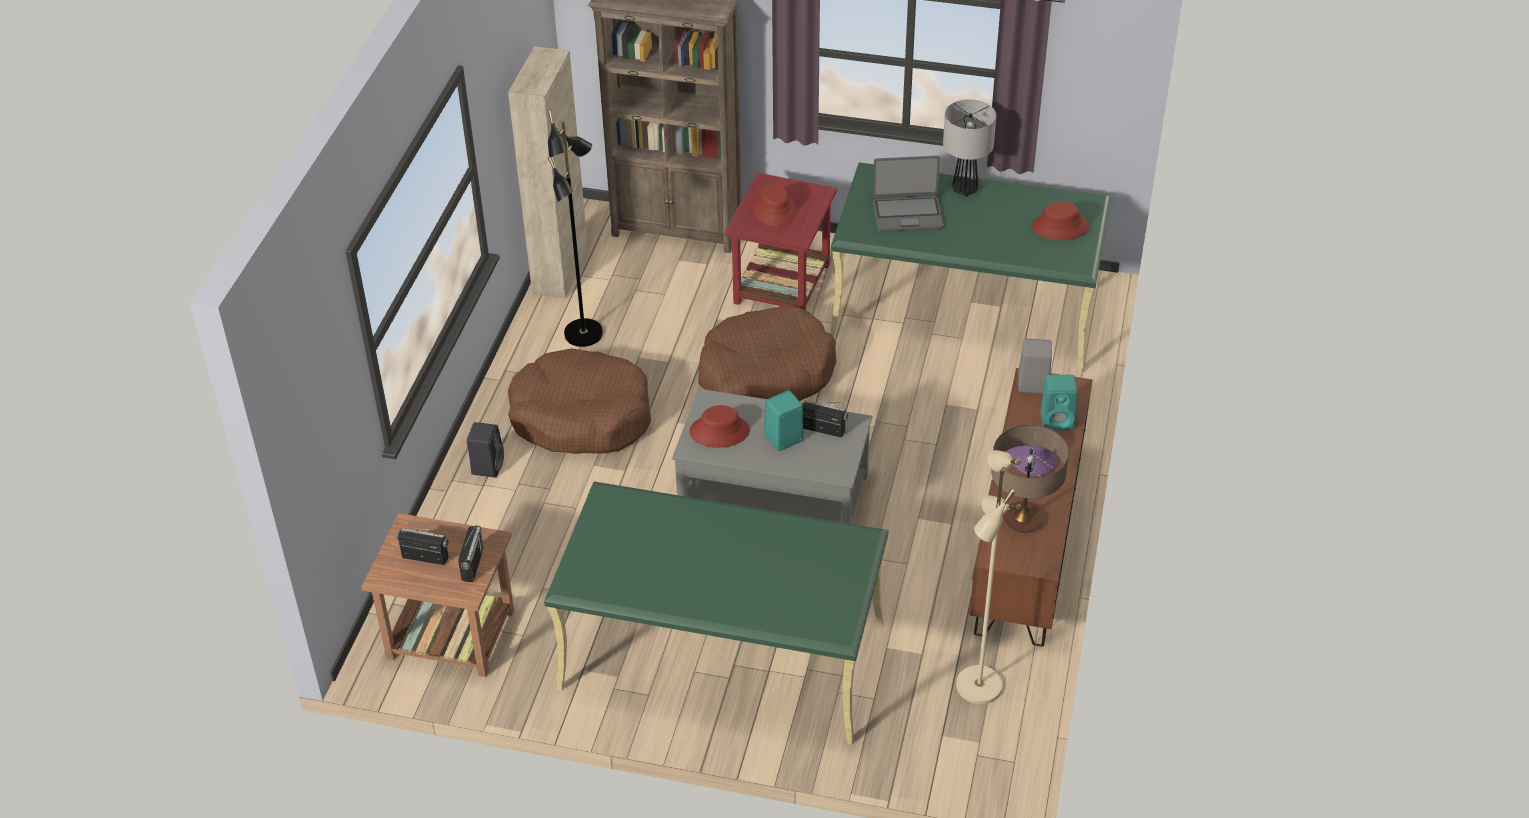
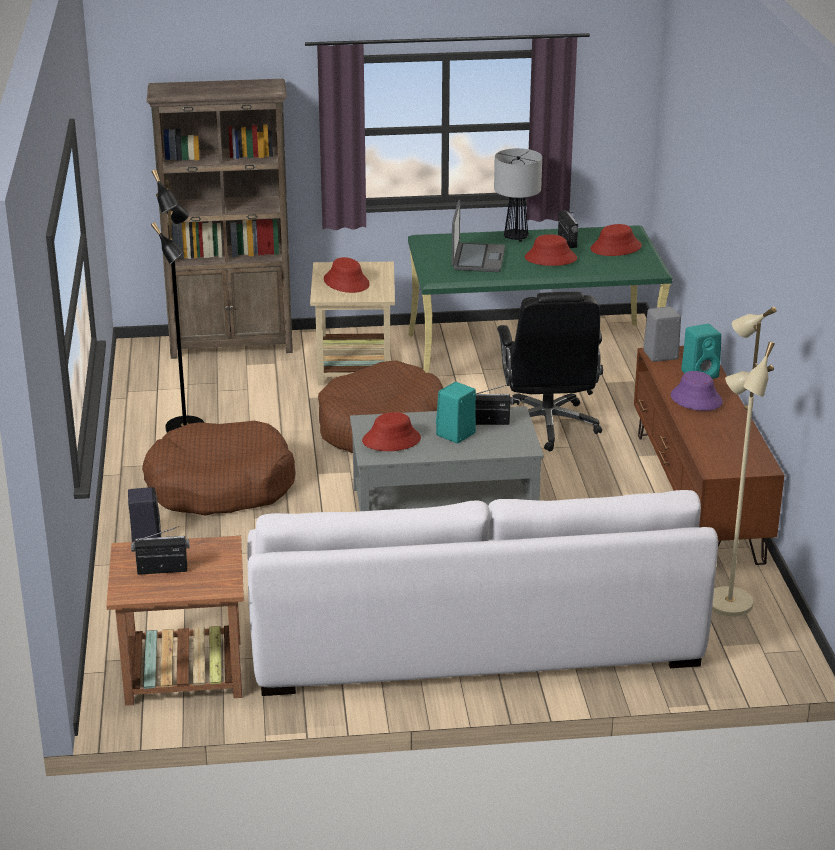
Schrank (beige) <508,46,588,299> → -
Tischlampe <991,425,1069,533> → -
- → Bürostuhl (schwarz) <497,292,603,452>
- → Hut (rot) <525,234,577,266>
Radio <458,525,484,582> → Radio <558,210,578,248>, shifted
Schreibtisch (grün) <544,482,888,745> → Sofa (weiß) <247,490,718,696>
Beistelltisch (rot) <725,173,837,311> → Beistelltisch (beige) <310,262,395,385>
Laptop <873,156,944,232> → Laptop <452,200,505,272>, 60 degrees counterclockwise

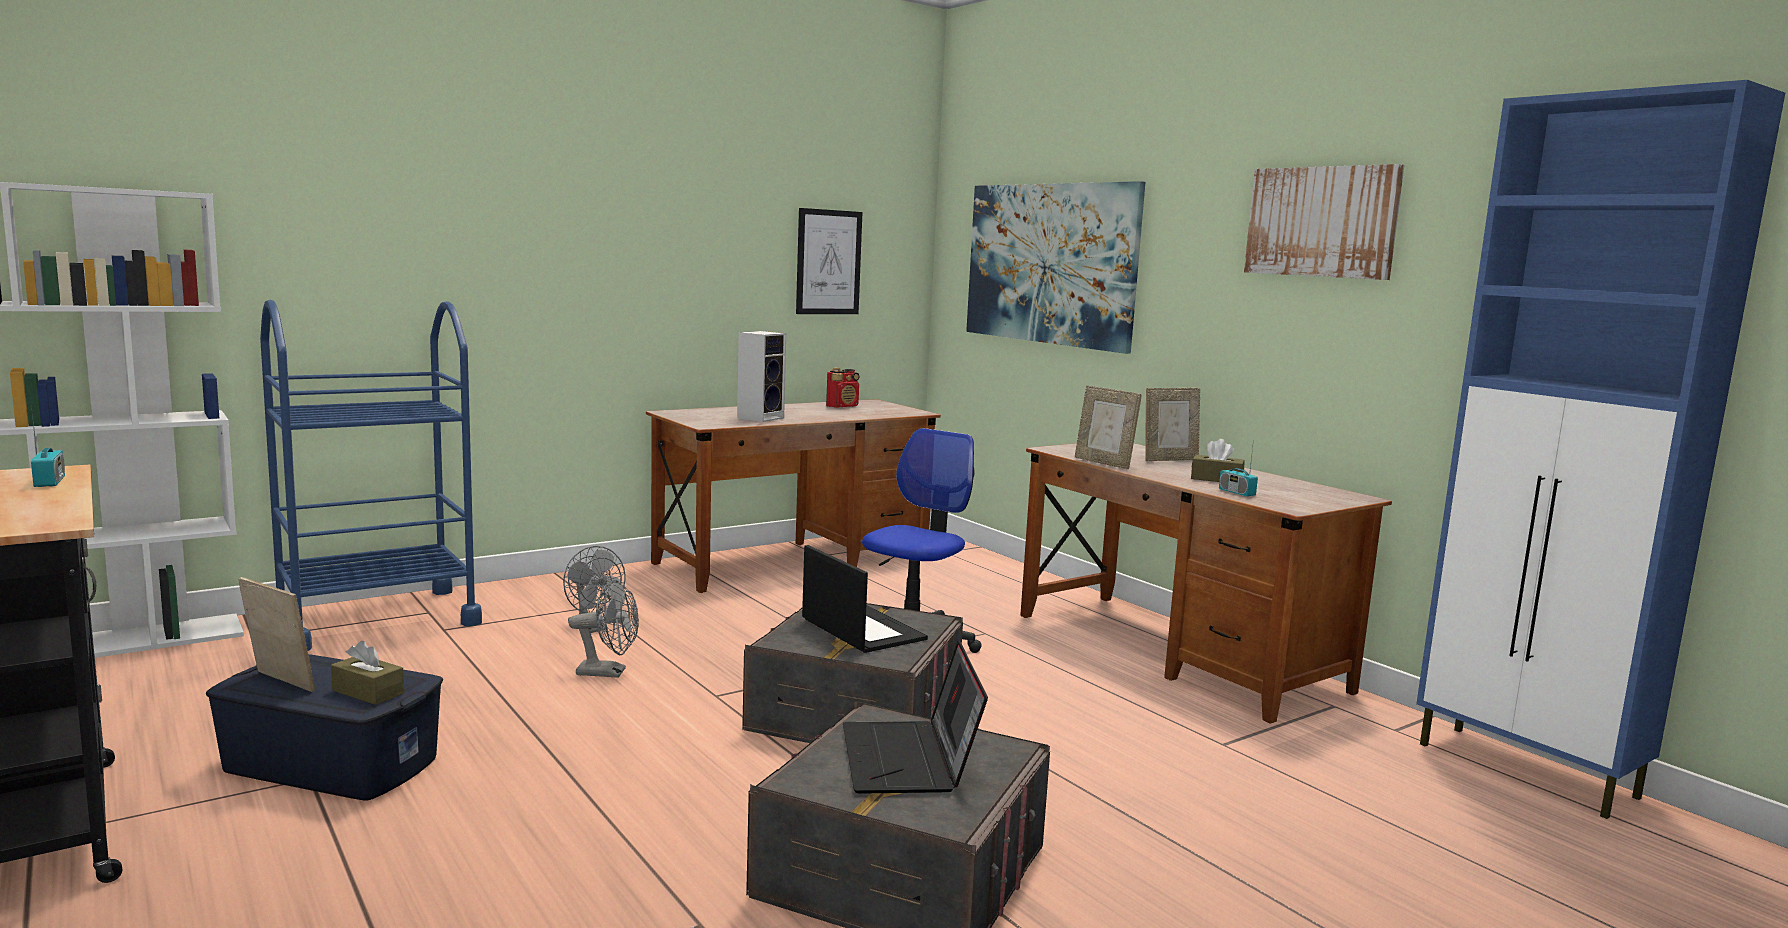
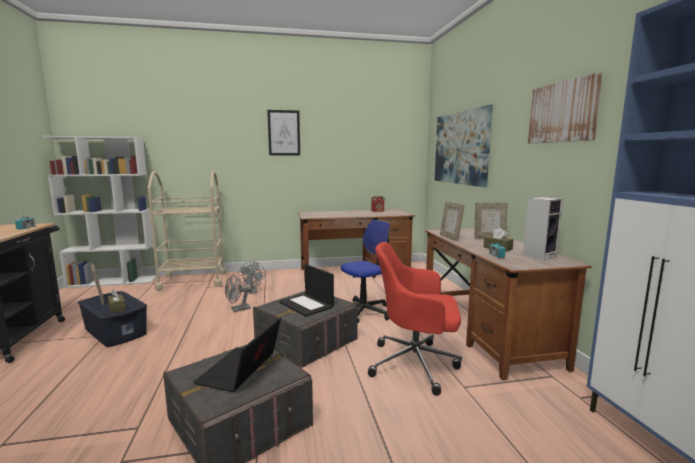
- → Bürostuhl (rot) <368,242,462,396>
Lautsprecher <737,331,786,422> → Lautsprecher <523,197,563,260>, shifted
Bild <796,208,862,314> → Bild <267,110,300,155>, shifted
Rollwagen (blau) <260,300,482,651> → Rollwagen (beige) <148,171,226,290>
Ventilator (grau) <569,580,639,678> → Ventilator (grau) <225,275,252,312>, 120 degrees clockwise
Laptop <802,545,928,653> → Laptop <279,264,334,317>, 150 degrees clockwise

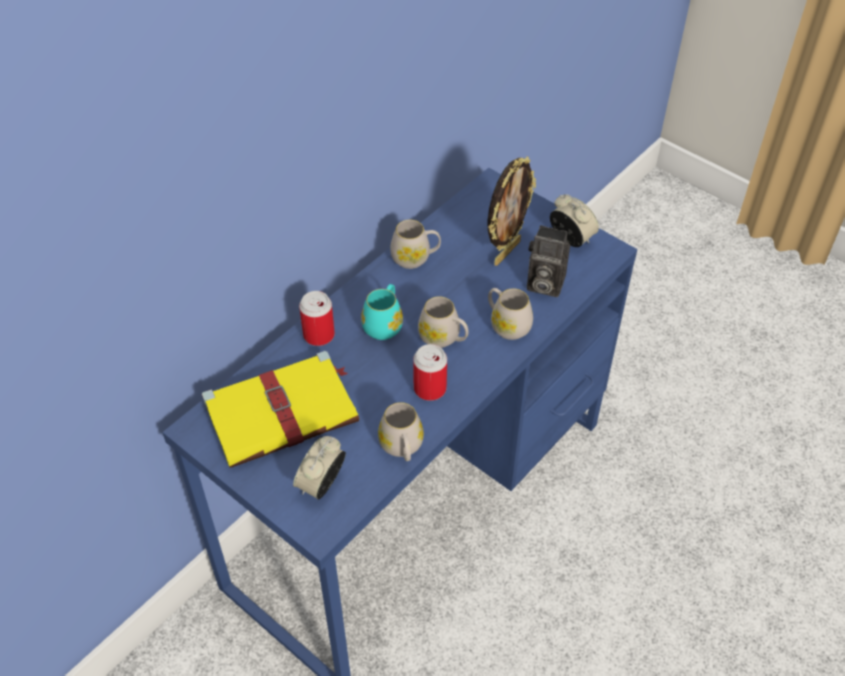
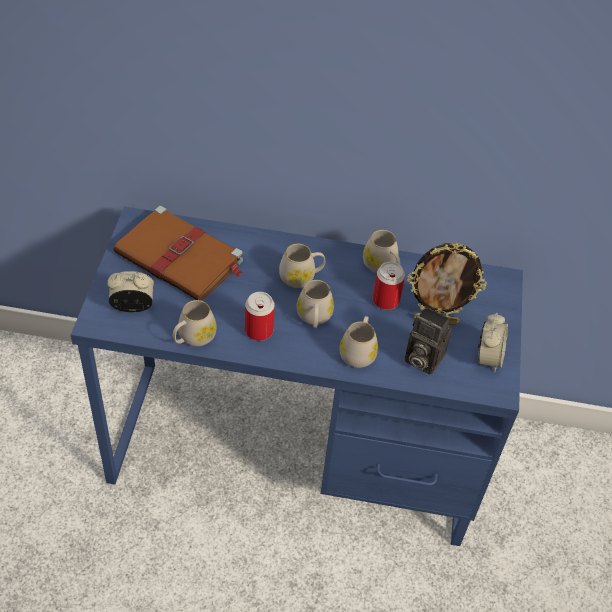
Dose <299,291,335,346> → Dose <373,262,405,310>, shifted
Buch (gelb) <202,351,359,468> → Buch (braun) <113,206,244,300>
Henkelbecher (türkis) <361,284,403,340> → Henkelbecher (weiß) <279,244,326,288>
Kamera <527,225,570,297> → Kamera <404,306,452,375>, 45 degrees counterclockwise

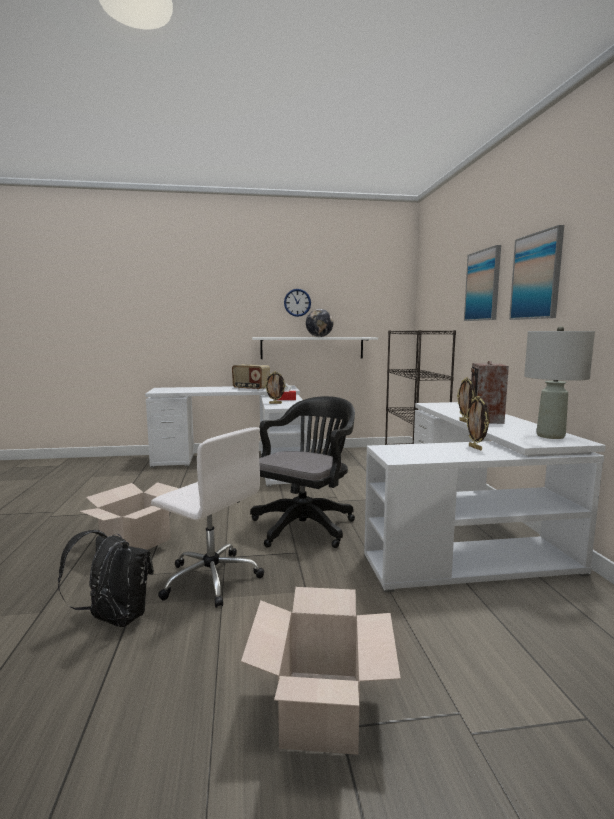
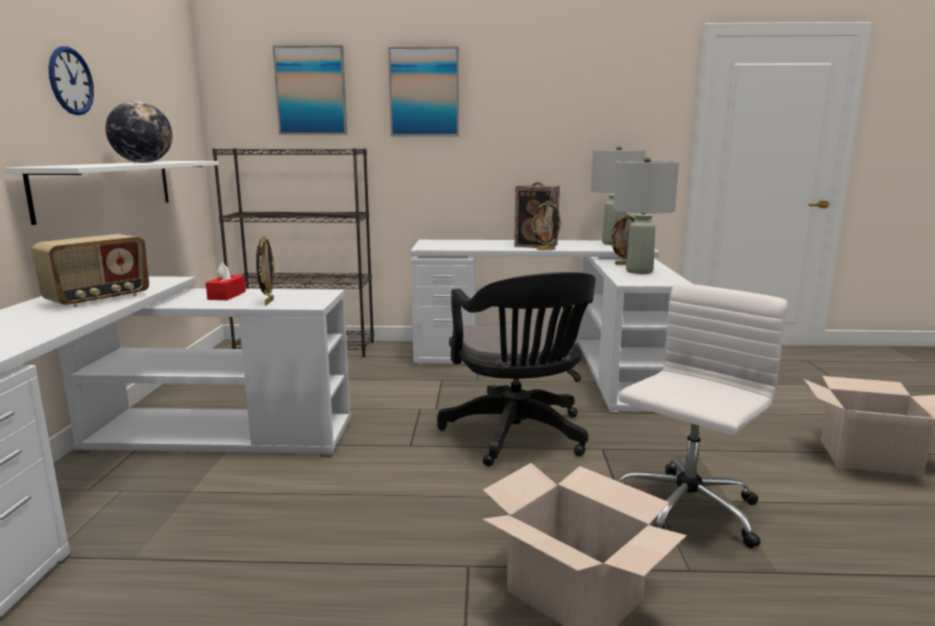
Rucksack (schwarz) <58,530,154,627> → -
- → Tischlampe (grau) <613,157,679,274>
Bild <509,225,564,320> → Bild <273,45,347,135>, shifted
Bürostuhl (schwarz) <250,396,355,548> → Bürostuhl (schwarz) <437,272,596,467>, 150 degrees counterclockwise

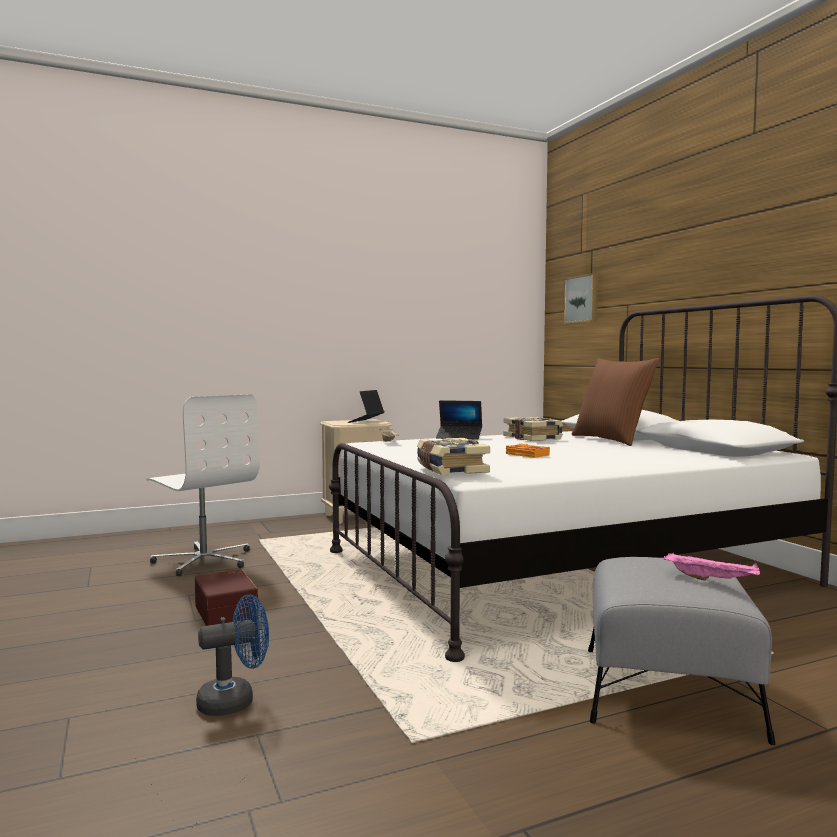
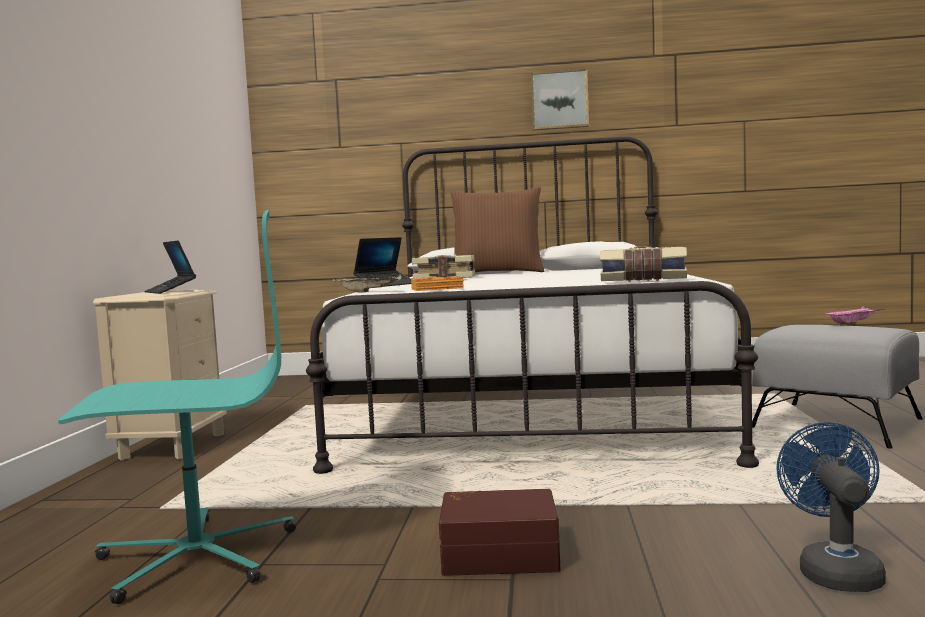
Buch (orange) <506,444,550,458> → Buch (orange) <411,276,464,291>, shifted
Bild <563,273,598,324> → Bild <531,68,589,130>, shifted
Bürostuhl (weiß) <146,394,260,576> → Bürostuhl (türkis) <58,210,296,604>

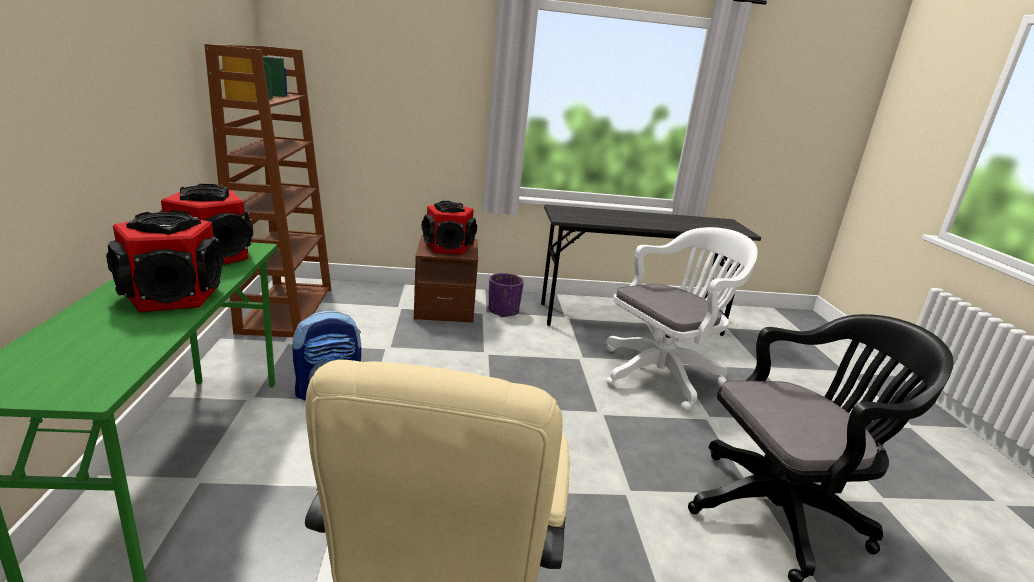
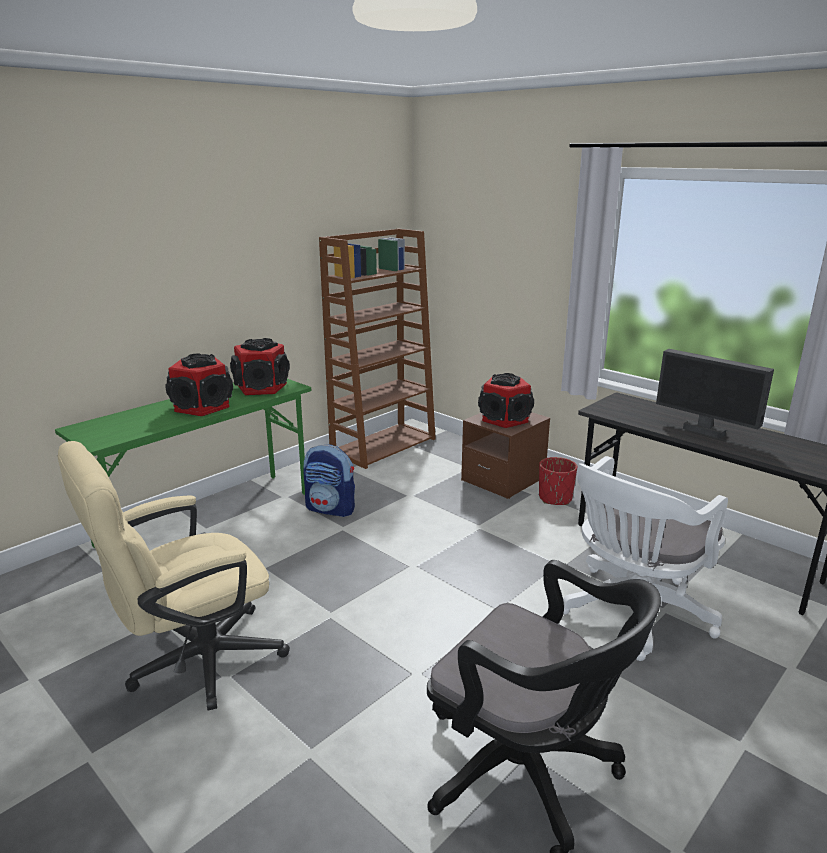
- → Monitor <656,349,774,439>
Pflanzkübel (lila) <489,273,524,317> → Pflanzkübel (rot) <539,457,577,505>
Bürostuhl (weiß) <606,227,758,411> → Bürostuhl (weiß) <563,456,728,661>, 120 degrees clockwise

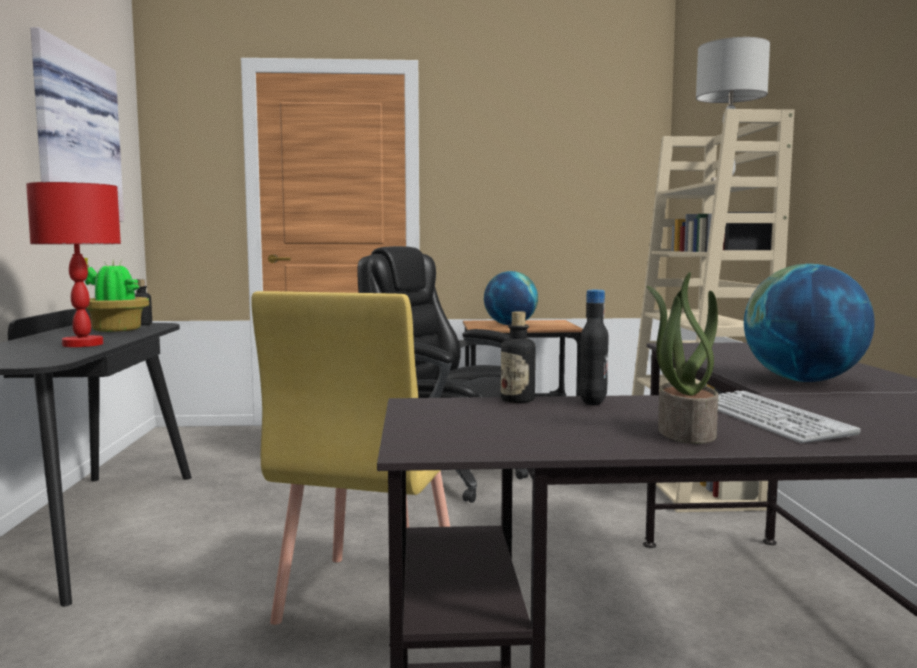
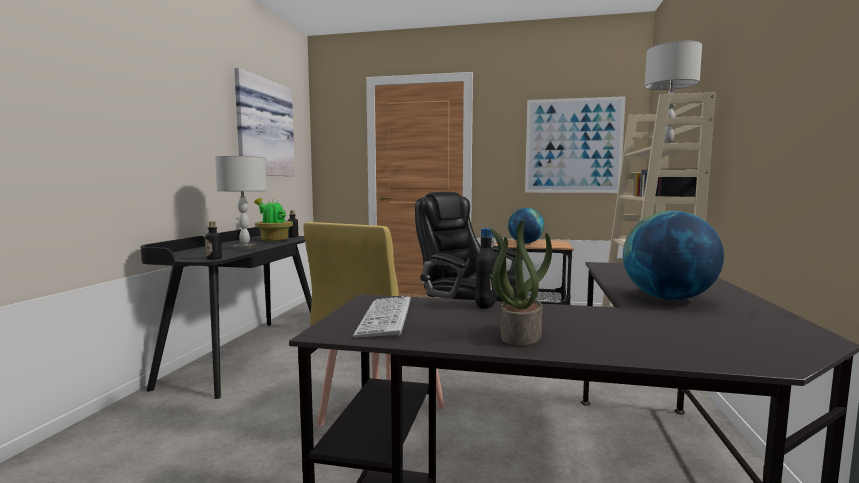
- → Bild <525,96,626,193>
Flasche <501,311,536,403> → Flasche <205,221,222,260>, shifted
Tastatur <718,391,861,443> → Tastatur <353,296,411,337>, shifted
Tischlampe (rot) <26,182,121,347> → Tischlampe (grau) <215,156,267,250>

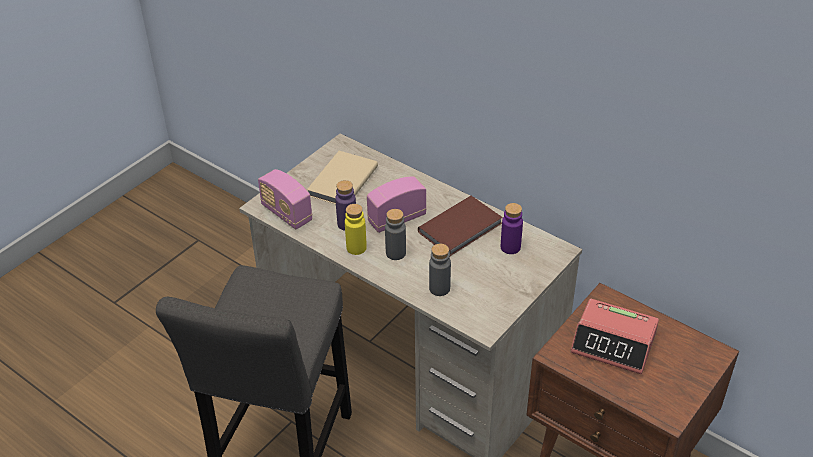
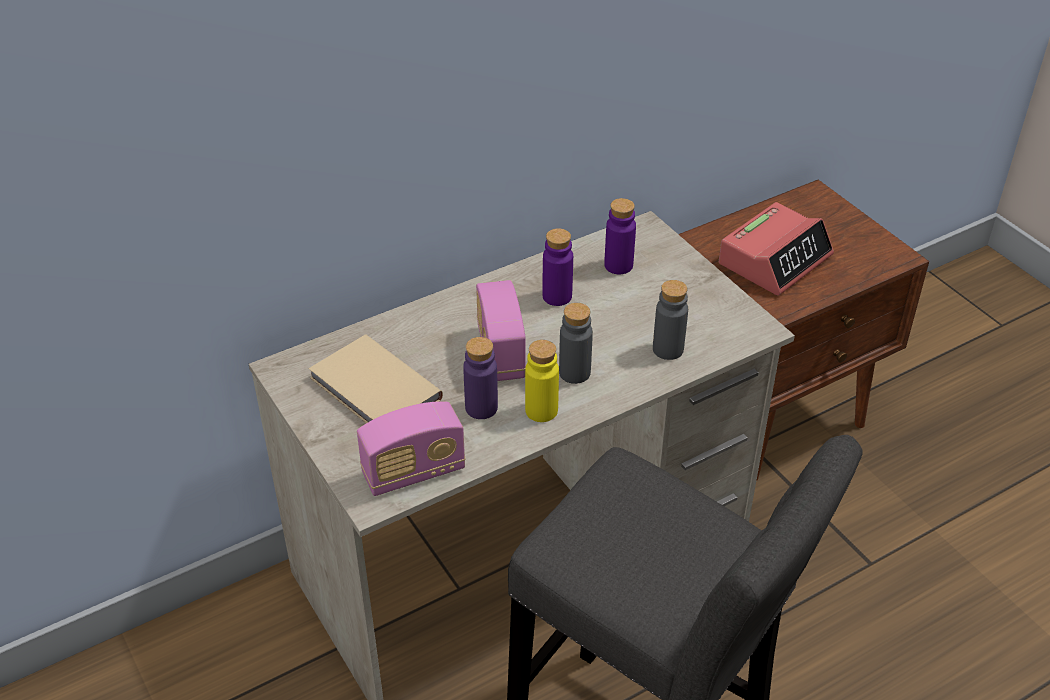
Buch (braun) <418,196,503,256> → Flasche (lila) <542,228,573,306>

